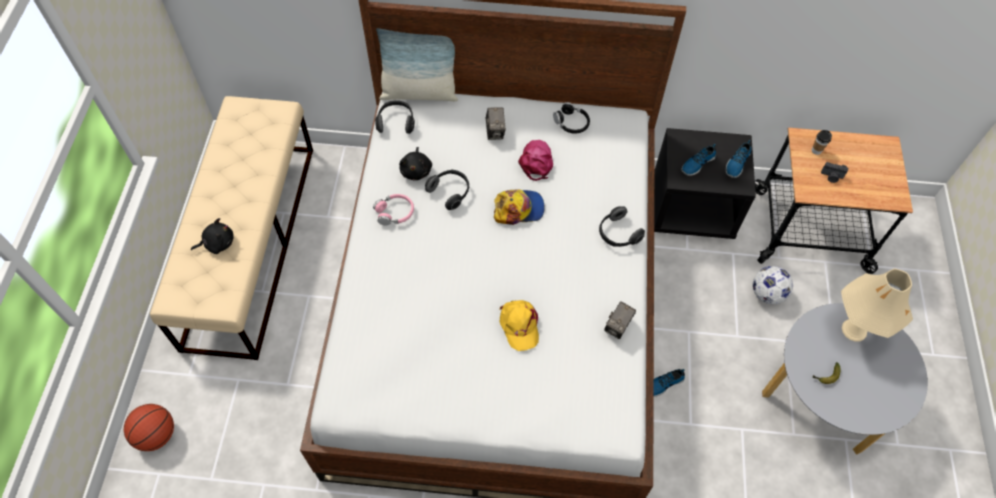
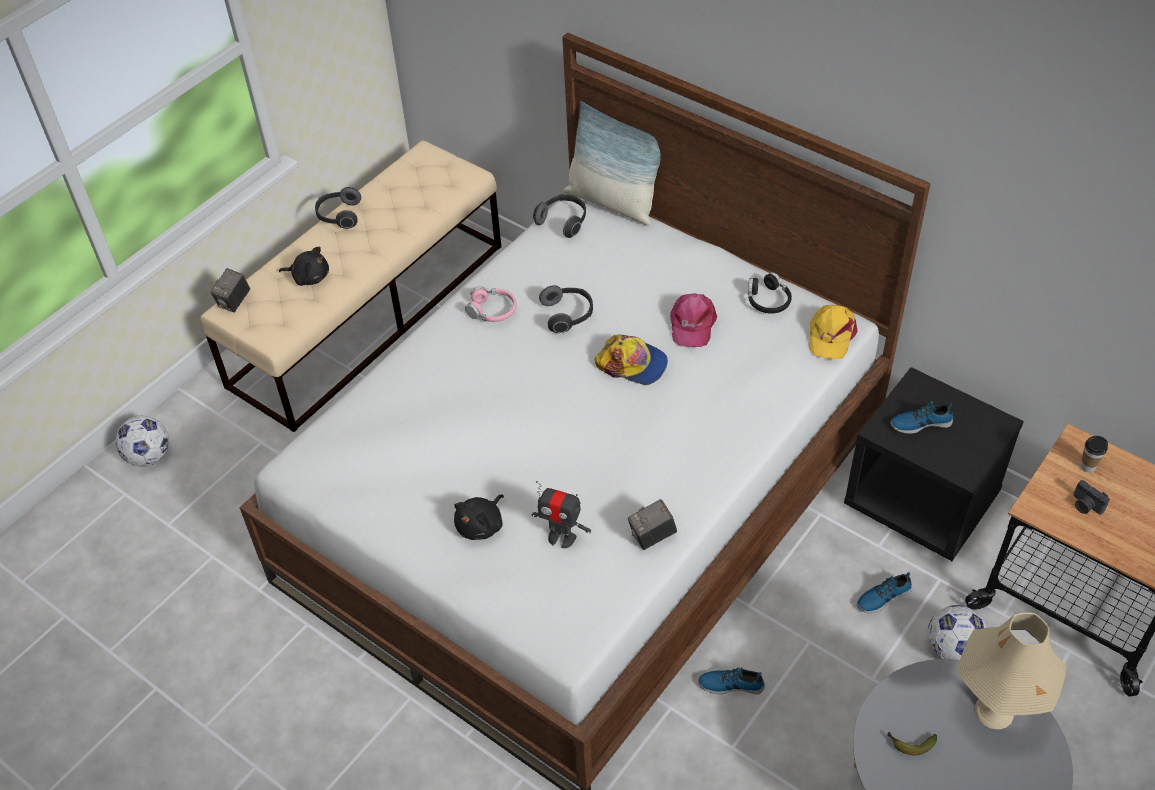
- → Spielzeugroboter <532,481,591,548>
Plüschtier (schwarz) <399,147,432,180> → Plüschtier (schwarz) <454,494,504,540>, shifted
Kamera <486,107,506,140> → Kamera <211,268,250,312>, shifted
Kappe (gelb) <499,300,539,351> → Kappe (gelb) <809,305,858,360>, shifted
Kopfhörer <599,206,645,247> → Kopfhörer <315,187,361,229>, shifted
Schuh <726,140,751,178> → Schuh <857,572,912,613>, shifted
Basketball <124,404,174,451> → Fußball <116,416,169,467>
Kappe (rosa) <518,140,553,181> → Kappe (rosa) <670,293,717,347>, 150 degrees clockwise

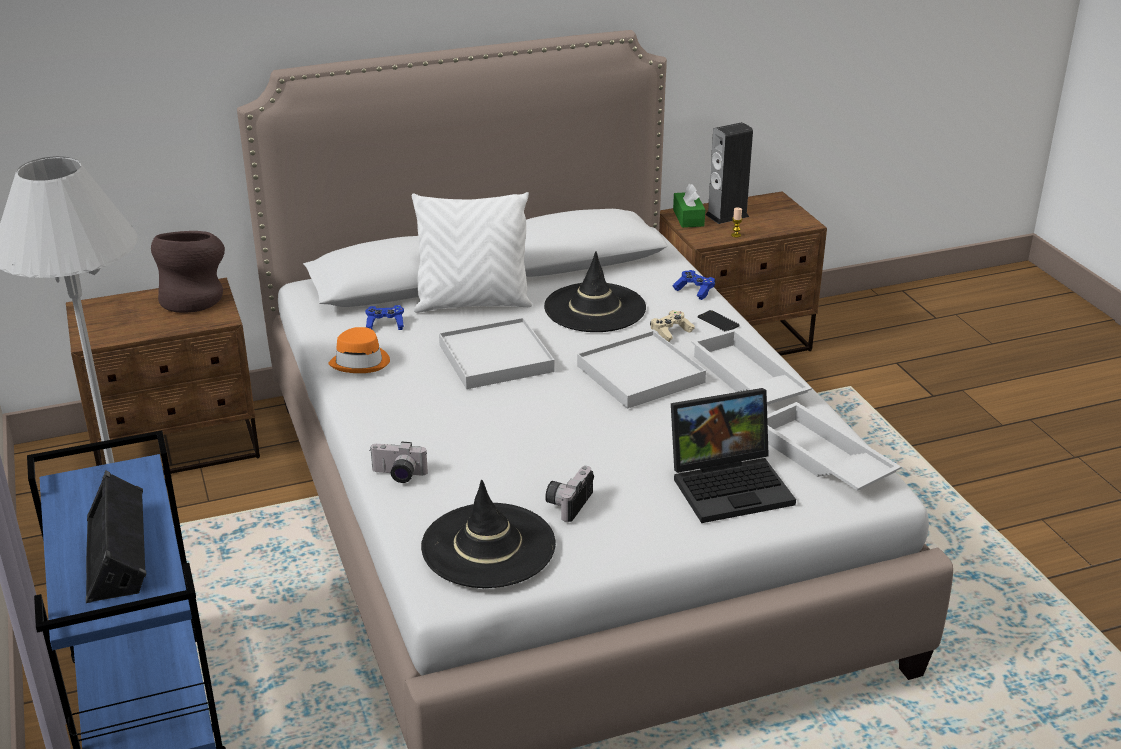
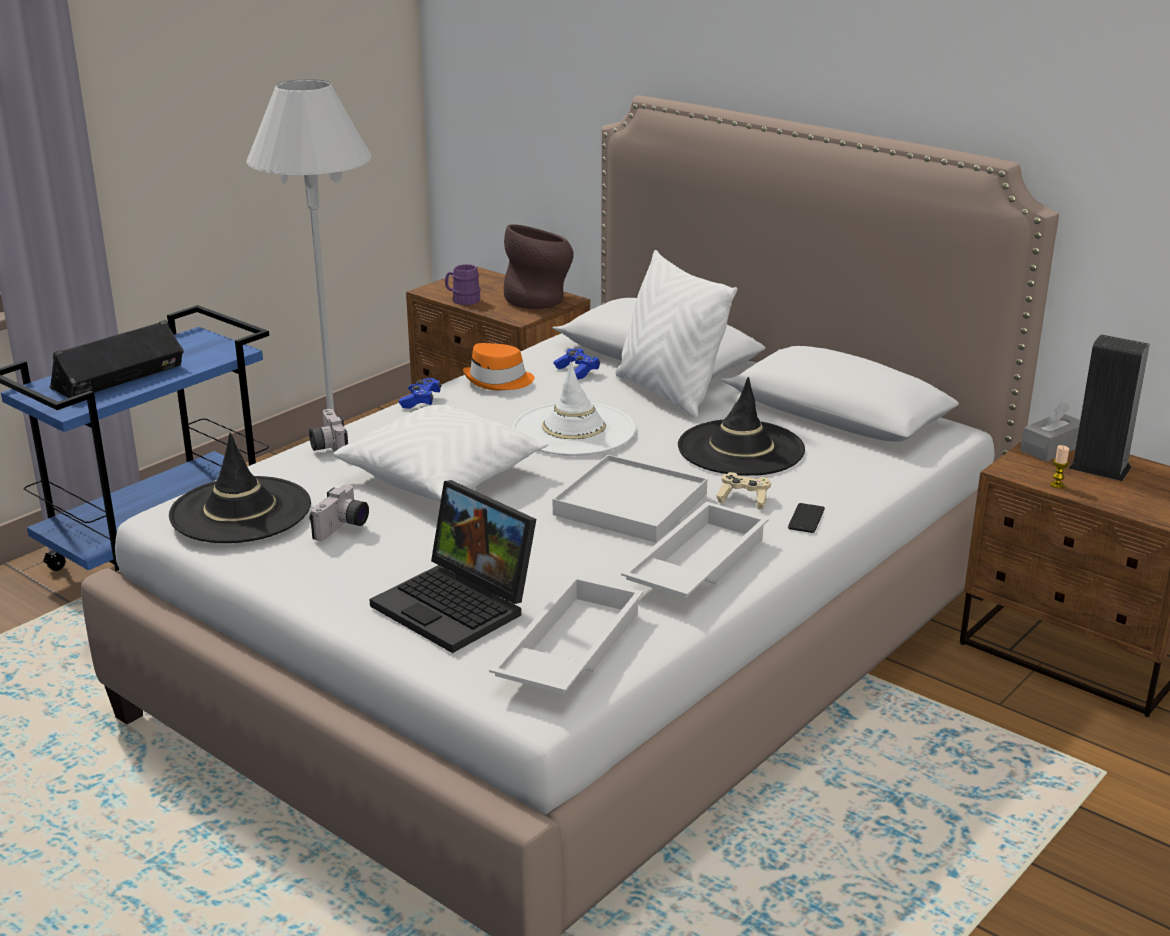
- → Kissen (weiß) <334,404,548,501>
- → Henkelbecher (lila) <445,264,481,305>
Gamepad (blau) <673,270,715,300> → Gamepad (blau) <399,378,441,409>, shifted
Tablett (weiß) <439,318,554,389> → Hut (weiß) <512,362,636,456>
Taschentuchbox (grün) <673,184,705,228> → Taschentuchbox (grau) <1020,402,1080,462>
Kamera <545,466,594,522> → Kamera <309,485,369,541>, 120 degrees clockwise

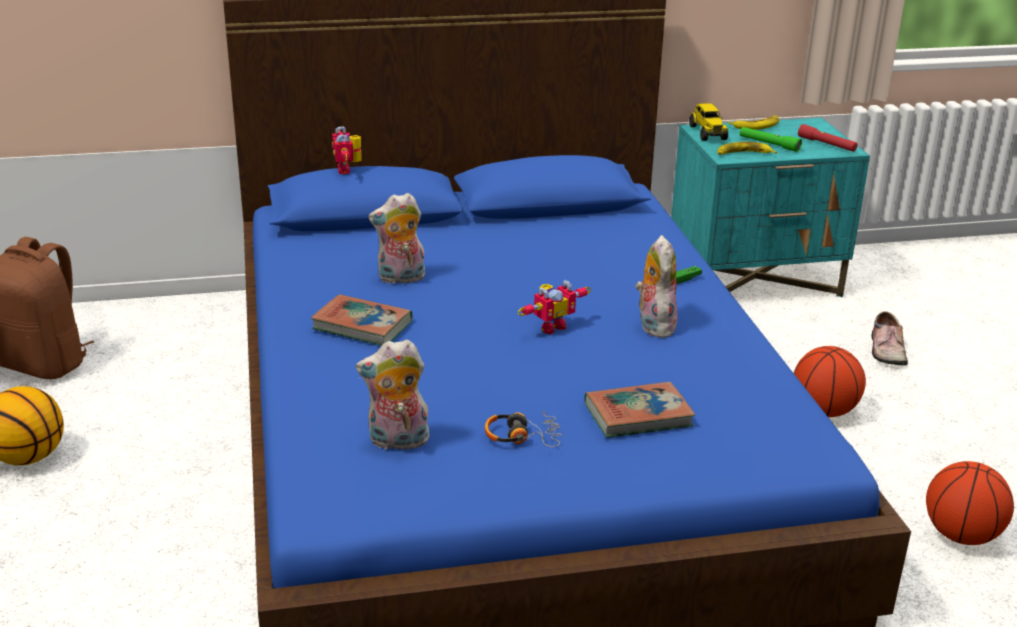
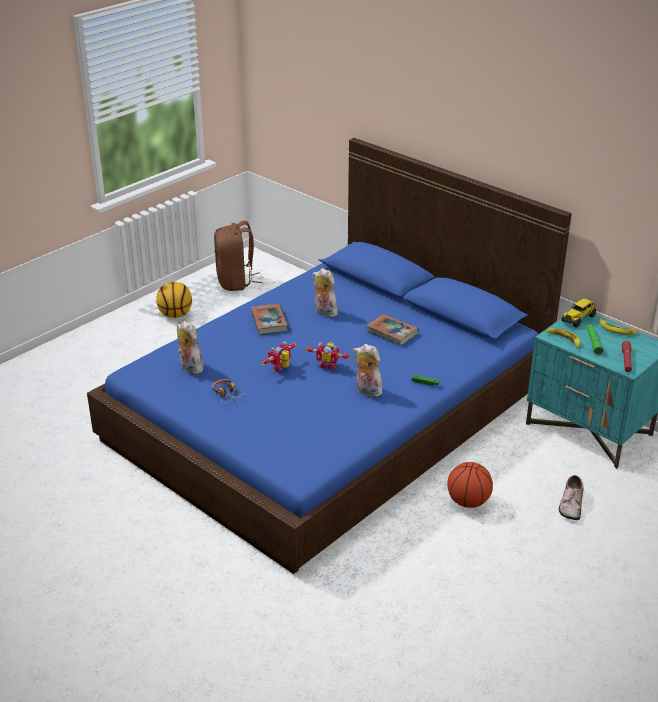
Basketball <926,461,1014,545> → -
Spielzeugroboter <332,126,361,174> → Spielzeugroboter <262,342,297,371>, shifted
Buch <584,382,695,438> → Buch <366,314,419,346>, shifted
Plüschtier <636,235,678,338> → Plüschtier <353,344,384,397>, 105 degrees counterclockwise
Schuh <872,311,908,366> → Schuh <559,475,584,520>, 45 degrees counterclockwise

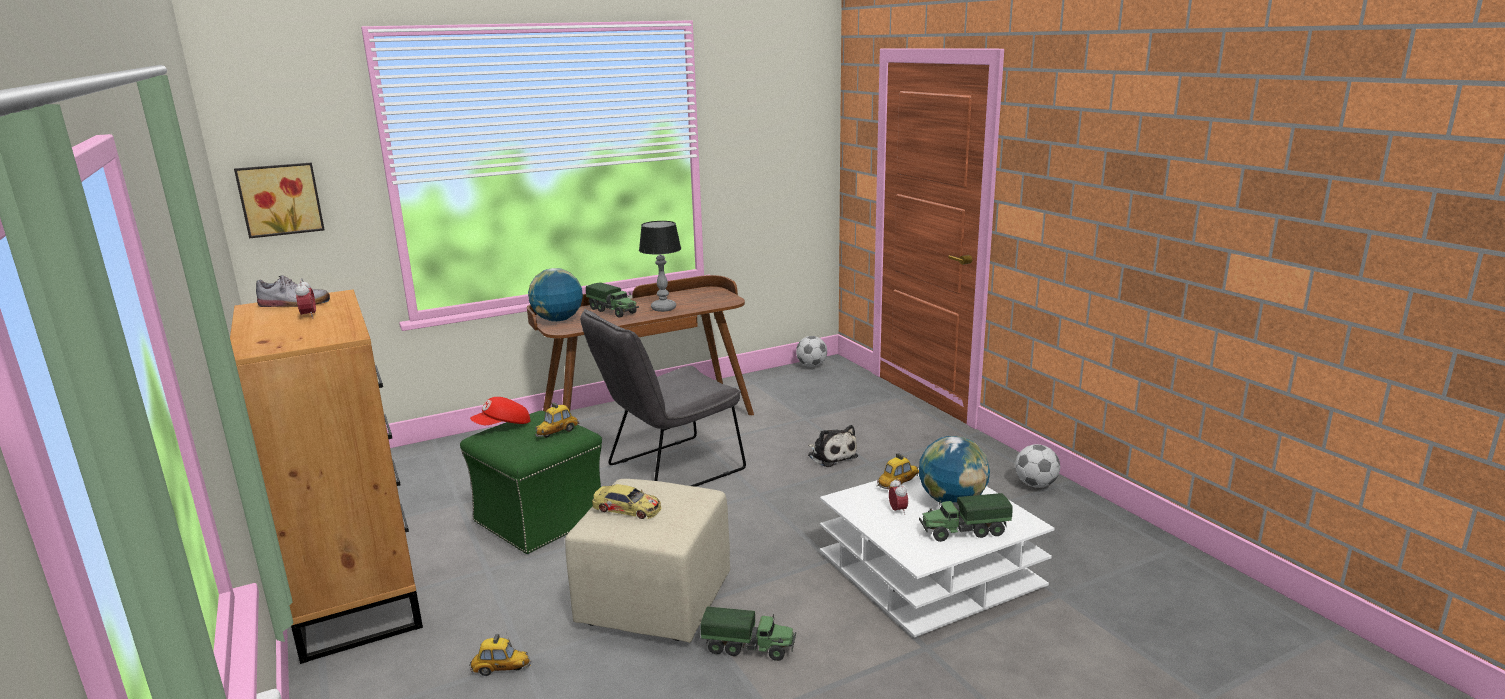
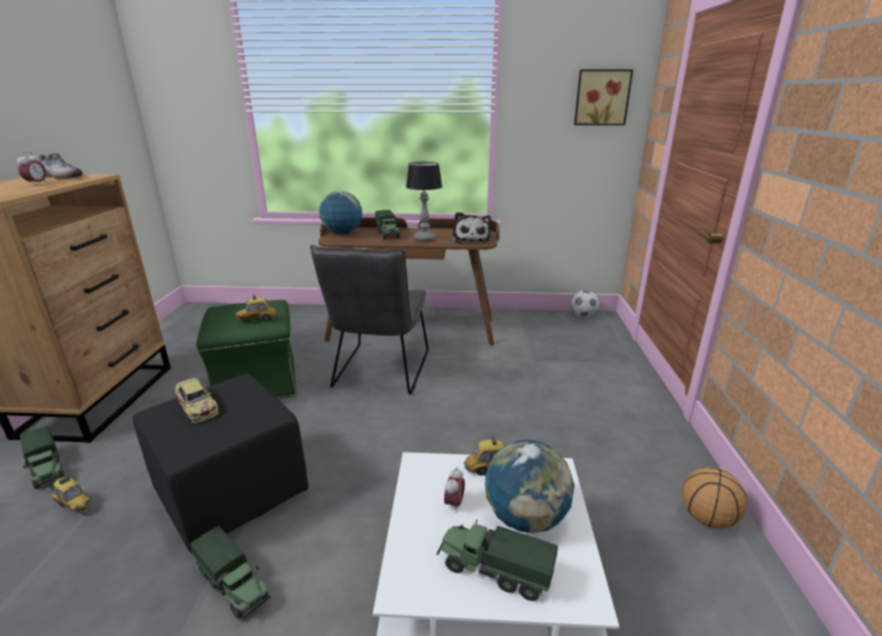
Kappe (rot) <470,397,530,425> → -
- → Spielzeuglaster <20,426,65,489>
Bild <234,163,325,239> → Bild <574,69,633,125>, shifted
Plüschtier <808,425,858,467> → Plüschtier <453,212,491,243>, shifted
Fußball <1015,444,1060,488> → Basketball <682,467,748,529>
Polsterhocker (beige) <565,479,730,643> → Polsterhocker (schwarz) <133,374,309,554>
Stuhl (grau) <580,308,746,487> → Stuhl (grau) <310,245,428,395>, 75 degrees counterclockwise

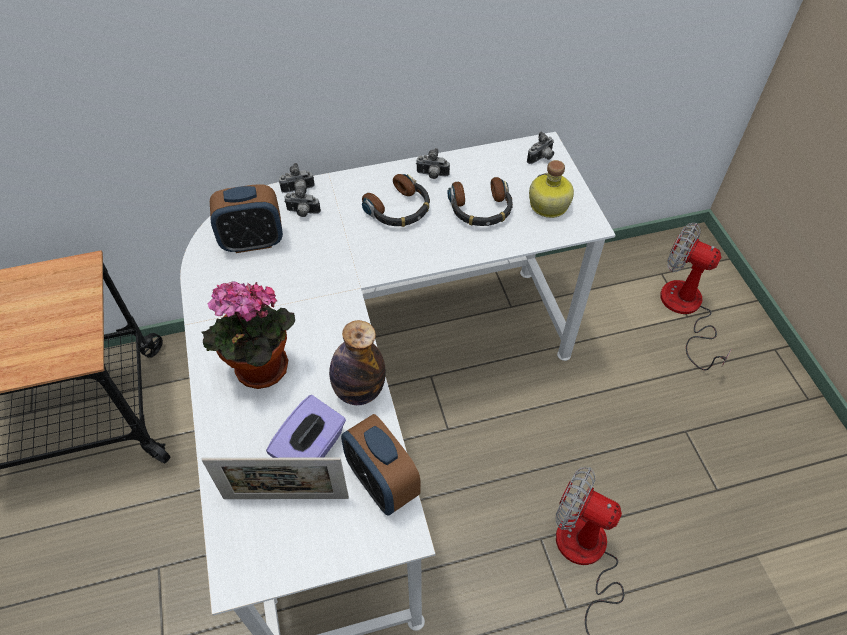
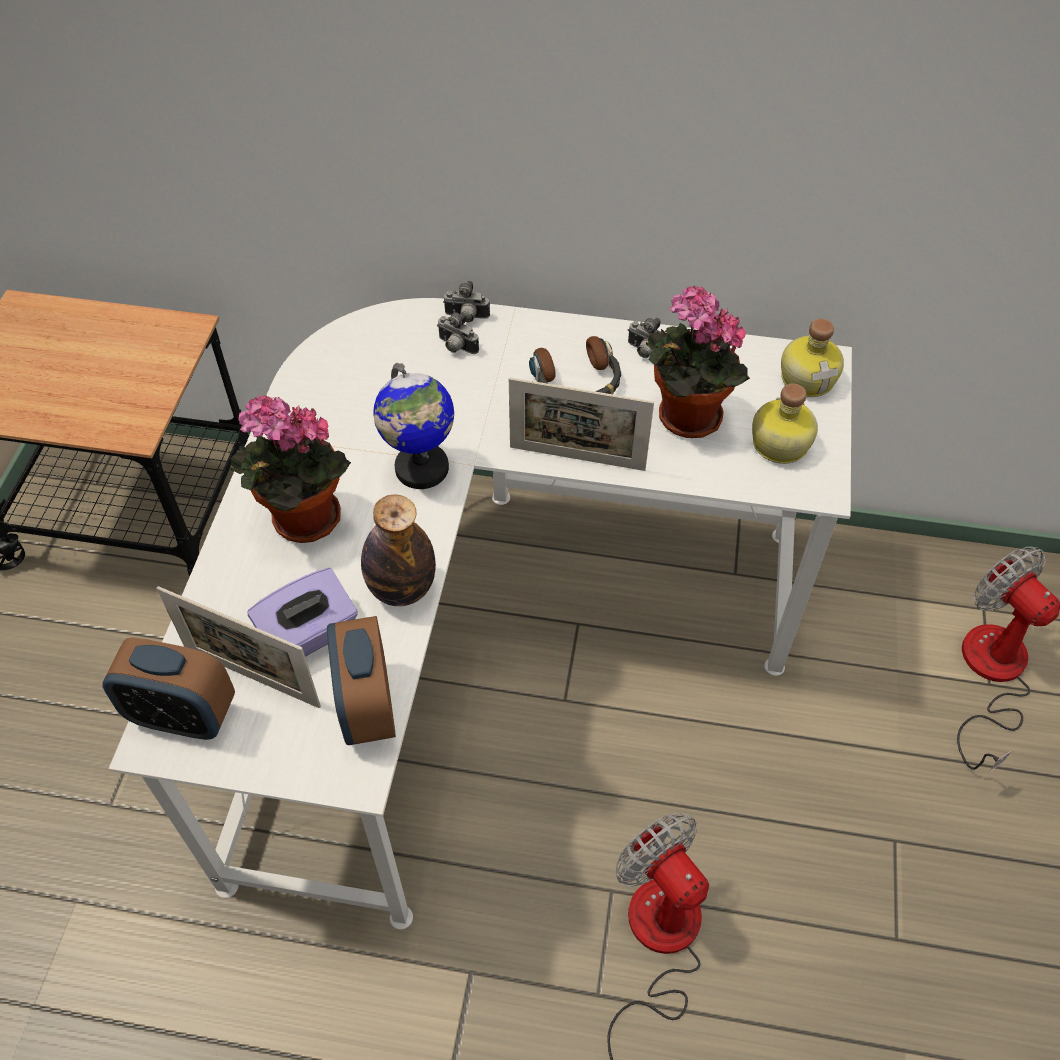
- → Globus <373,363,454,489>
- → Bilderrahmen <509,377,654,471>
Wecker <210,184,283,253> → Wecker <103,637,235,740>, shifted
Kopfhörer <448,177,513,226> → Topfpflanze <646,286,750,438>
Kamera <527,132,554,164> → Flasche <781,319,844,397>

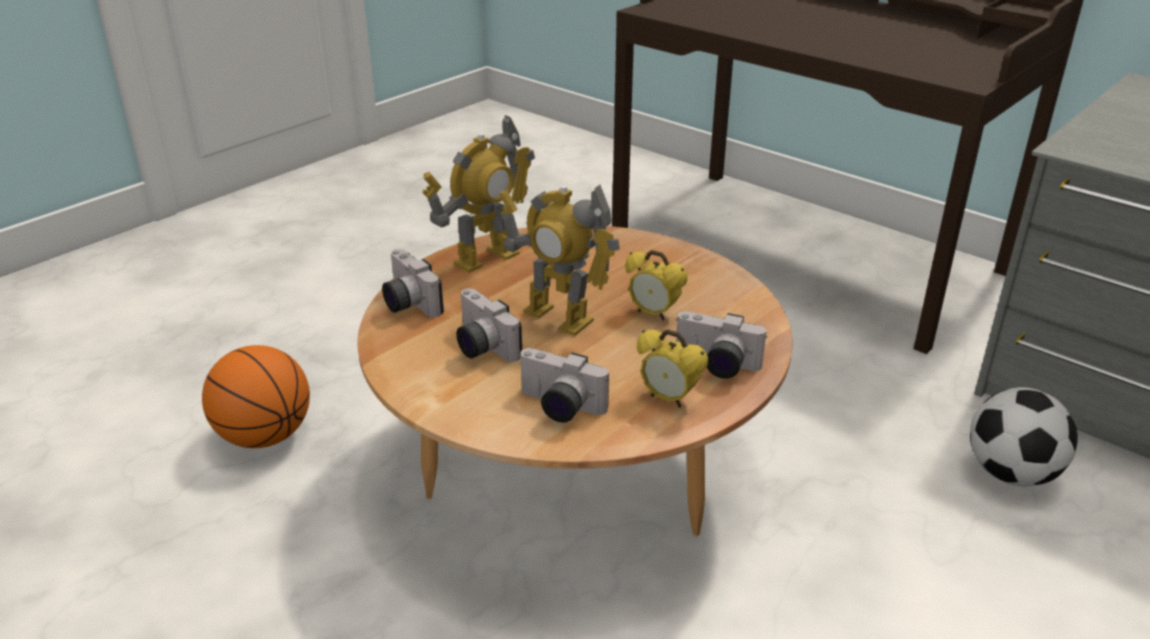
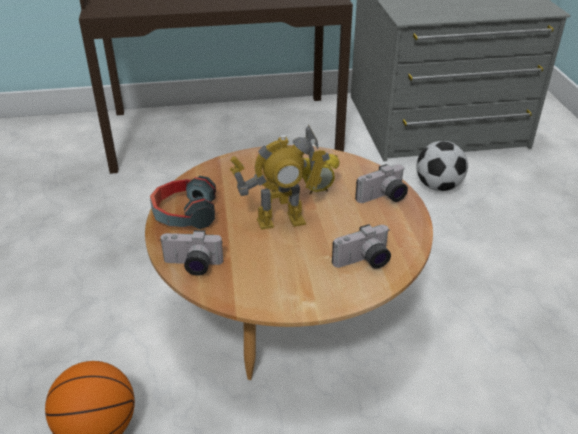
Kamera <456,288,522,362> → -
Wecker <637,329,708,408> → -
Spielzeugroboter <422,115,535,273> → Kopfhörer <150,176,216,229>

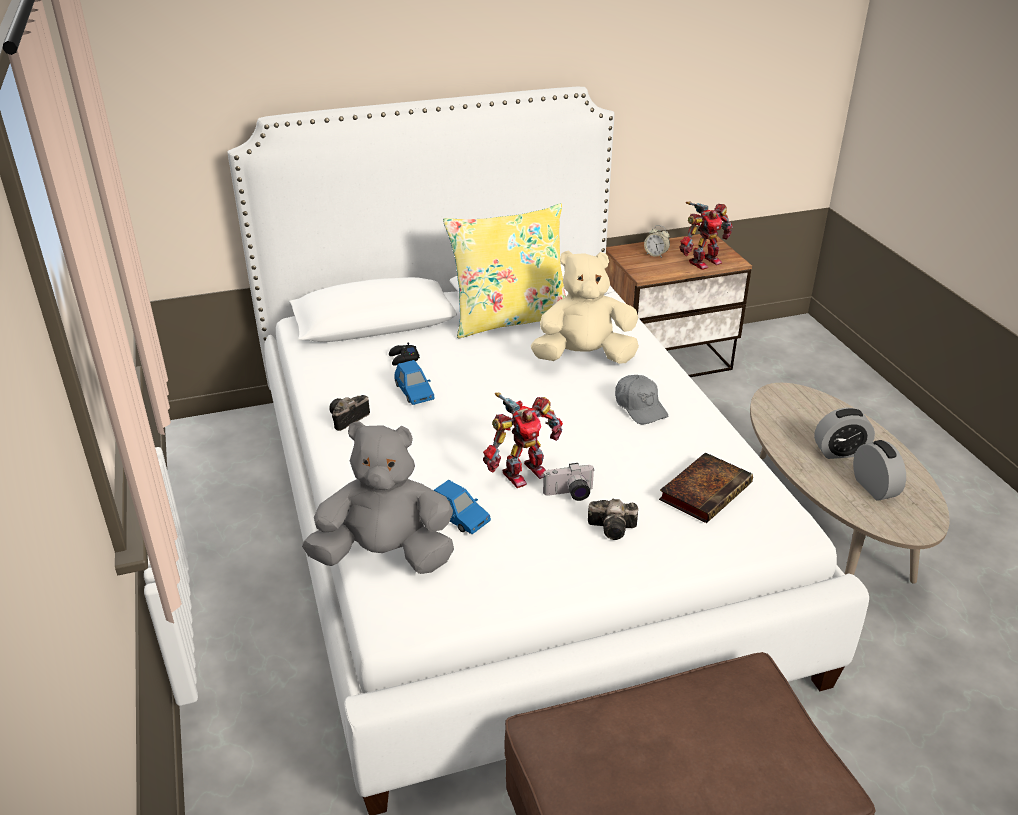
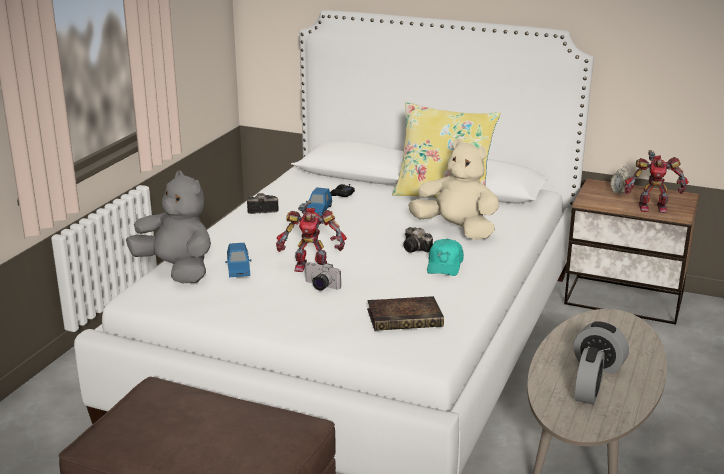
Kamera <588,499,638,540> → Kamera <403,227,433,253>, shifted
Kappe (grau) <615,375,668,424> → Kappe (türkis) <427,239,464,276>

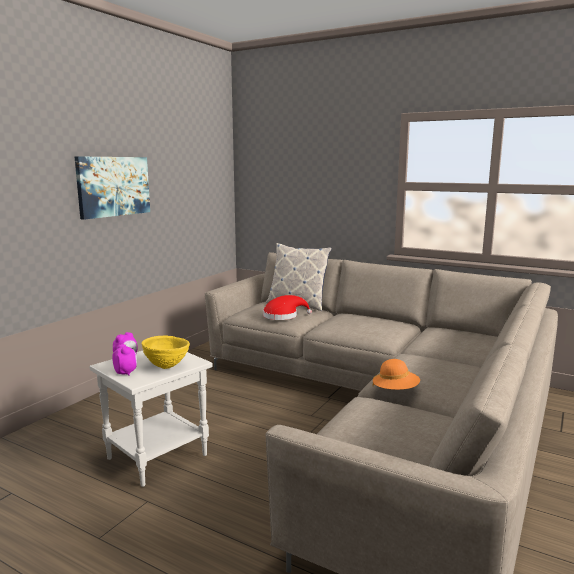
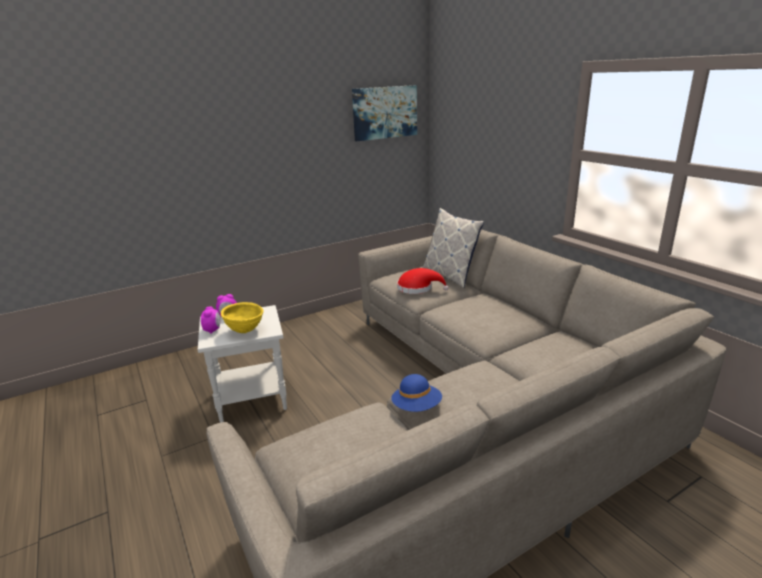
Bild <75,156,150,220> → Bild <352,85,417,141>, shifted
Hut (orange) <373,359,420,390> → Hut (blau) <391,374,442,412>

